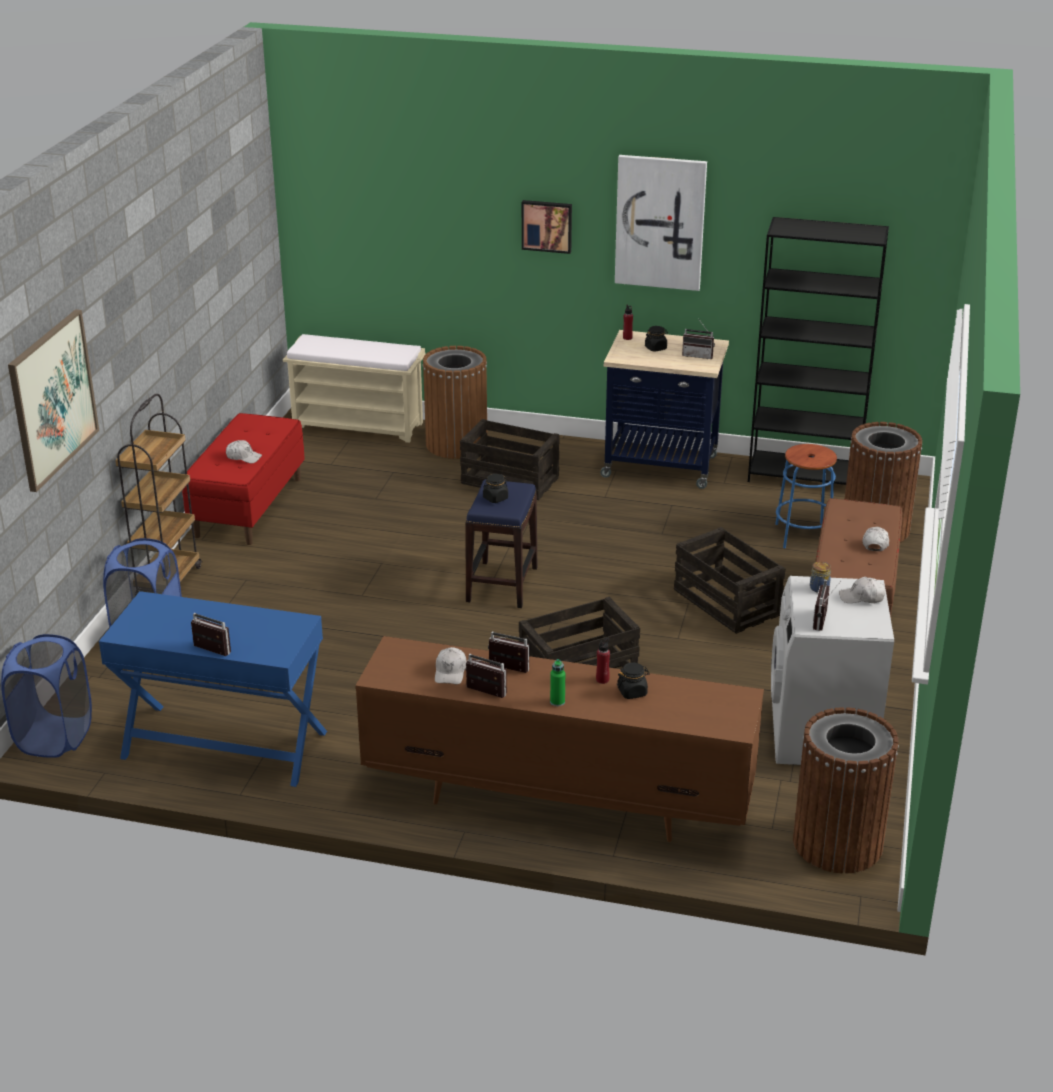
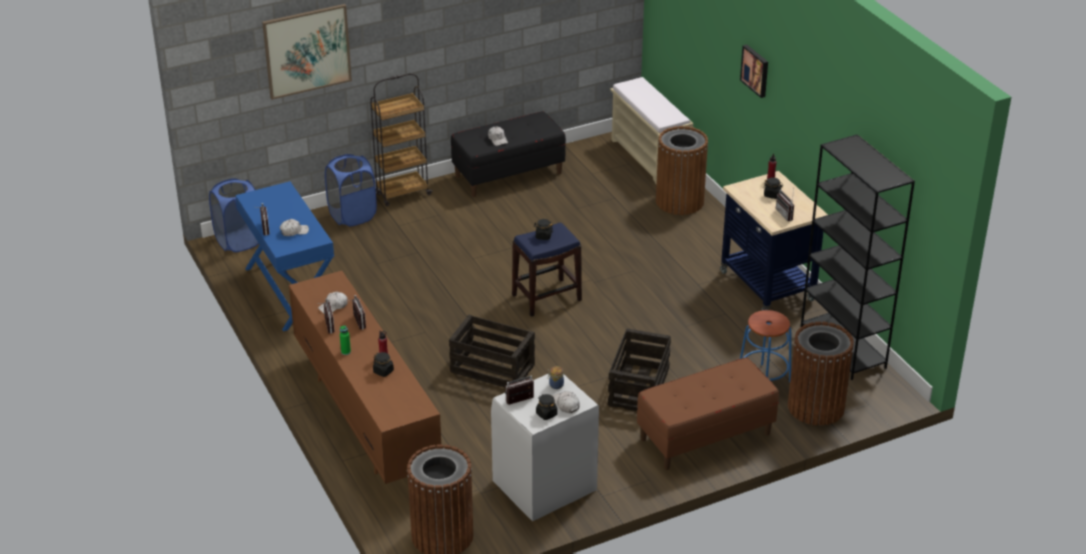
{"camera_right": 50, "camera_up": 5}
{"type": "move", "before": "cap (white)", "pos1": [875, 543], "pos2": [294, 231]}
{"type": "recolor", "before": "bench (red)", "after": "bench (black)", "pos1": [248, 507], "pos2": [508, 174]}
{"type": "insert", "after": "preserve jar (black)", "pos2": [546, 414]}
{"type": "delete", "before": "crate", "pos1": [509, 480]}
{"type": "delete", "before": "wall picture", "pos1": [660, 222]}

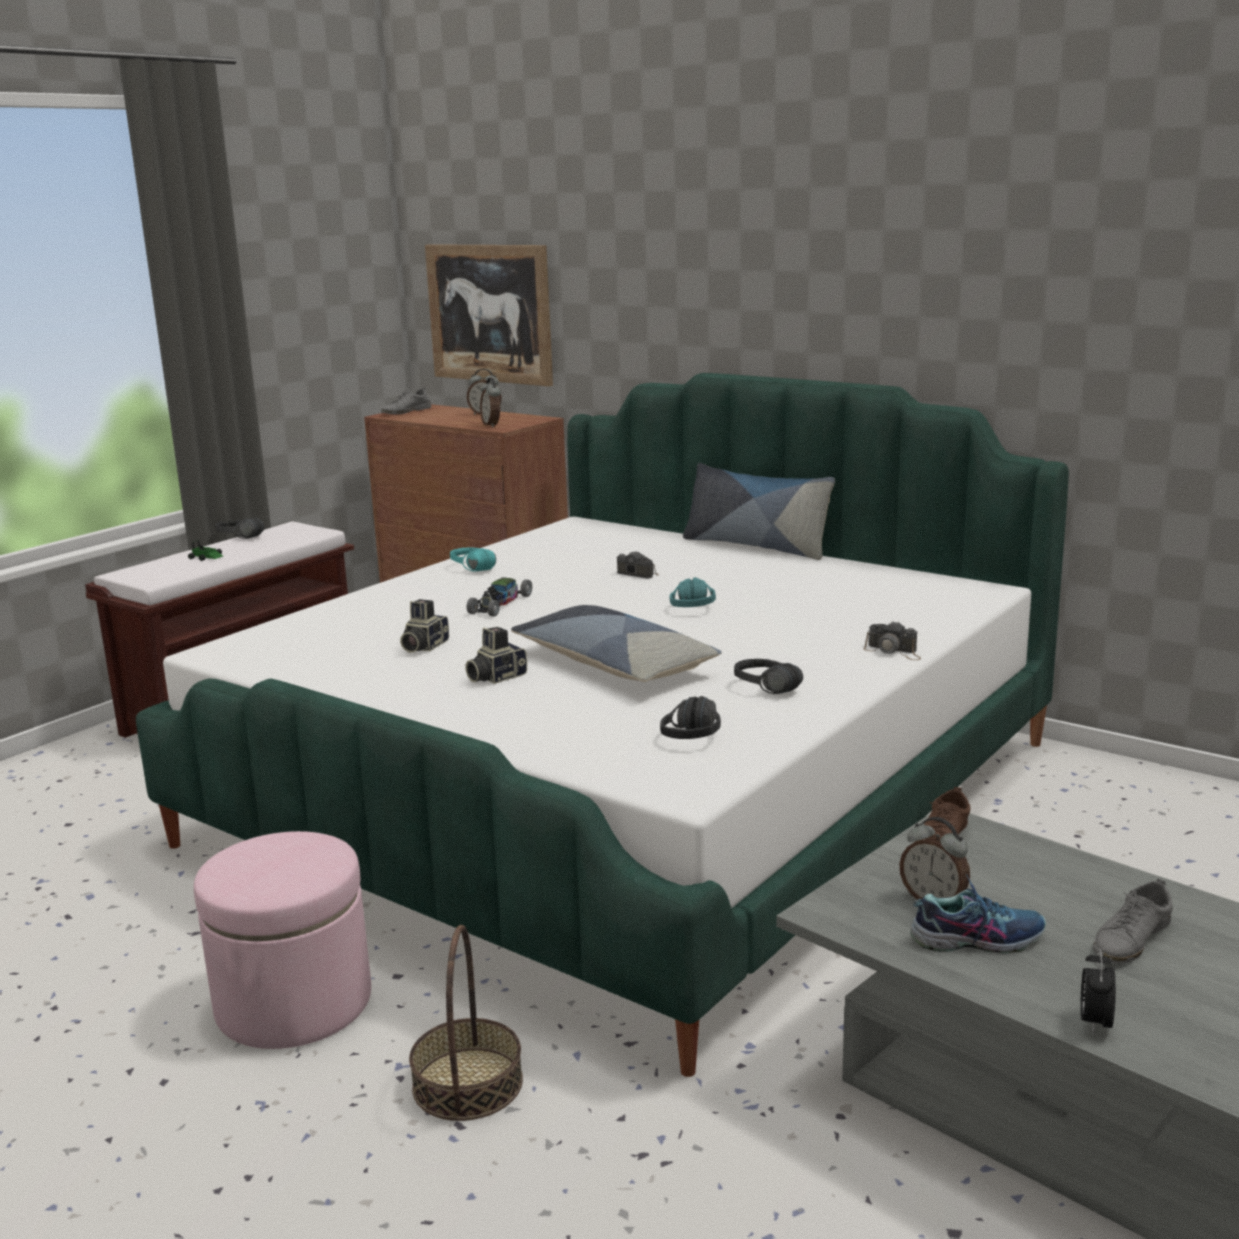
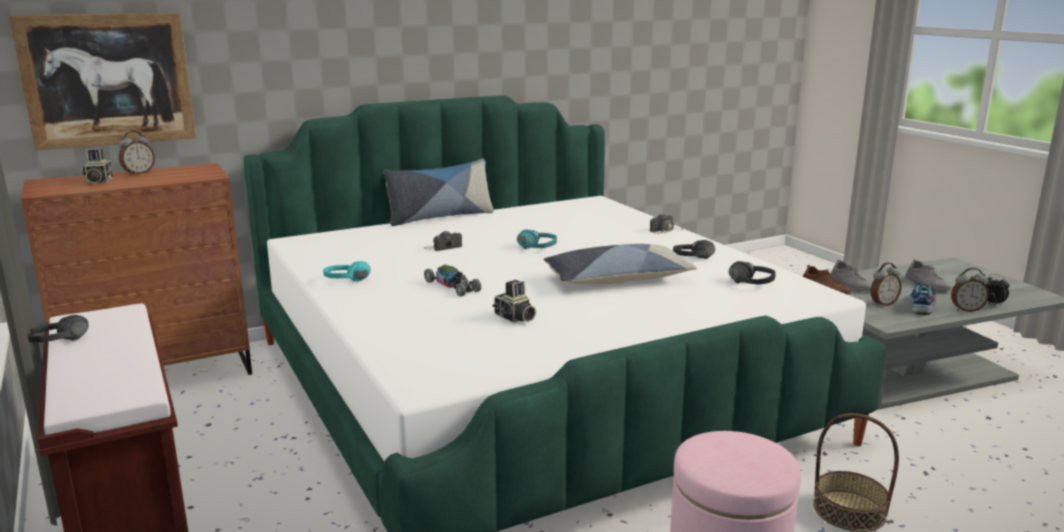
{"camera_right": -65, "camera_up": 0}
{"type": "move", "before": "still camera", "pos1": [495, 677], "pos2": [98, 181]}
{"type": "move", "before": "item of footwear (gray)", "pos1": [406, 411], "pos2": [850, 285]}
{"type": "move", "before": "table clock", "pos1": [492, 425], "pos2": [966, 310]}
{"type": "delete", "before": "miniature car", "pos1": [208, 557]}

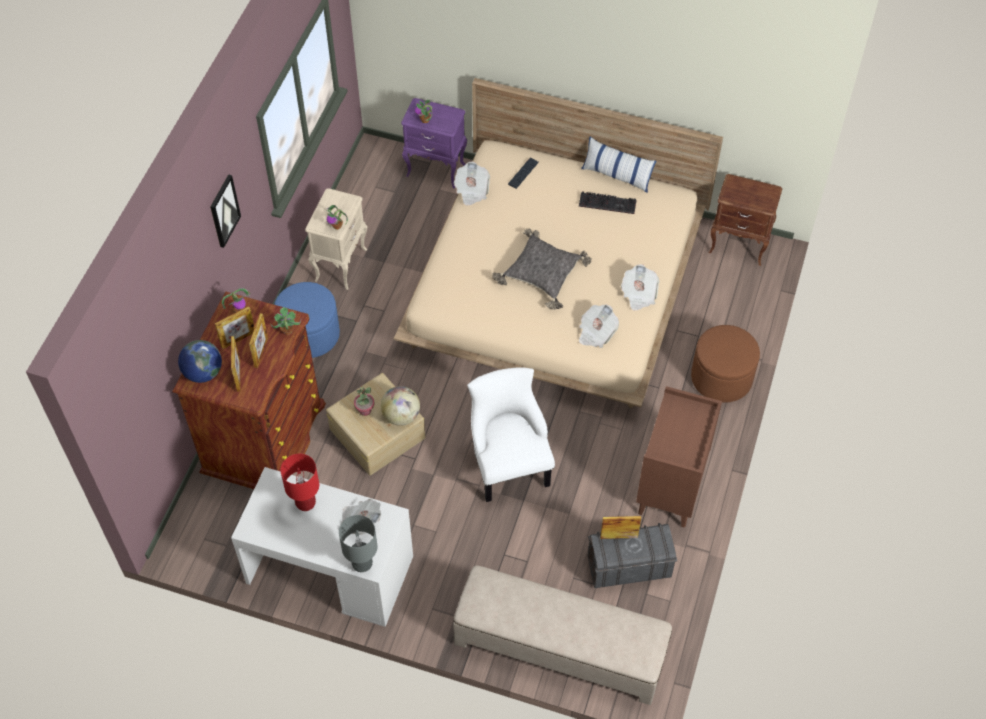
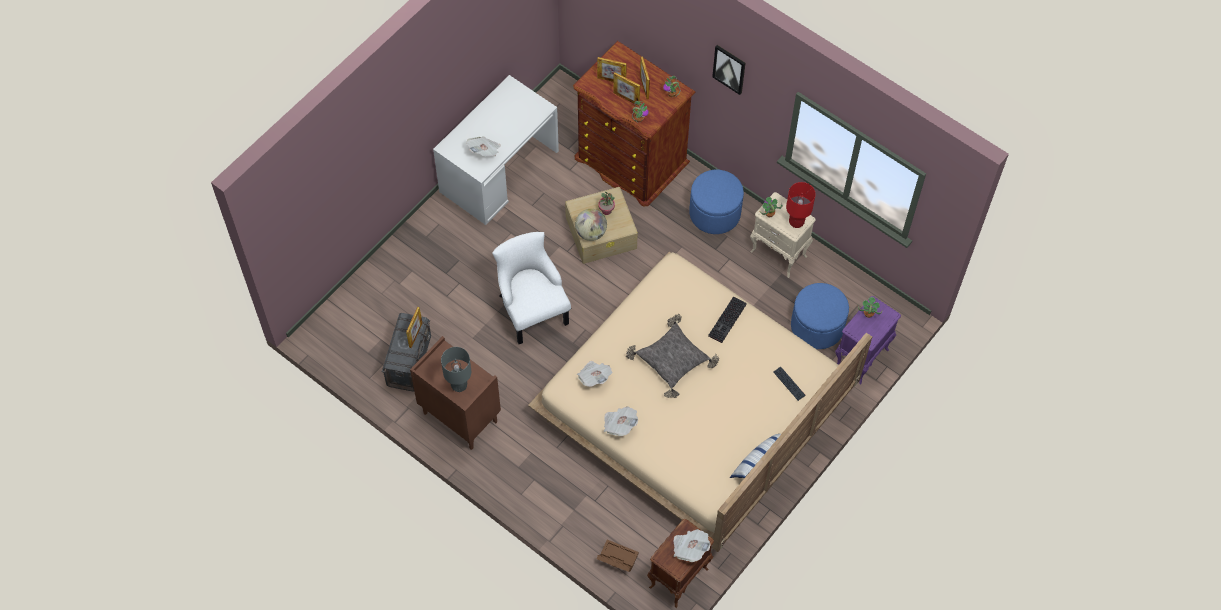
{"camera_right": 110, "camera_up": 5}
{"type": "move", "before": "lamp for a table (gray)", "pos1": [362, 564], "pos2": [459, 386]}
{"type": "rotate", "before": "lounge chair (white)", "pos1": [509, 465], "pos2": [532, 312], "turn": -120}
{"type": "insert", "after": "storage container (brown)", "pos2": [616, 558]}
{"type": "move", "before": "daily paper", "pos1": [472, 191], "pos2": [690, 548]}
{"type": "move", "before": "computer keyboard", "pos1": [608, 203], "pos2": [728, 321]}
{"type": "move", "before": "lamp for a table (red)", "pos1": [306, 503], "pos2": [796, 222]}
{"type": "insert", "after": "footrest (blue-coloured)", "pos2": [817, 326]}
{"type": "delete", "before": "desk globe", "pos1": [203, 373]}
{"type": "delete", "before": "bench (beige)", "pos1": [559, 646]}
{"type": "delete", "before": "footrest (brown)", "pos1": [721, 378]}

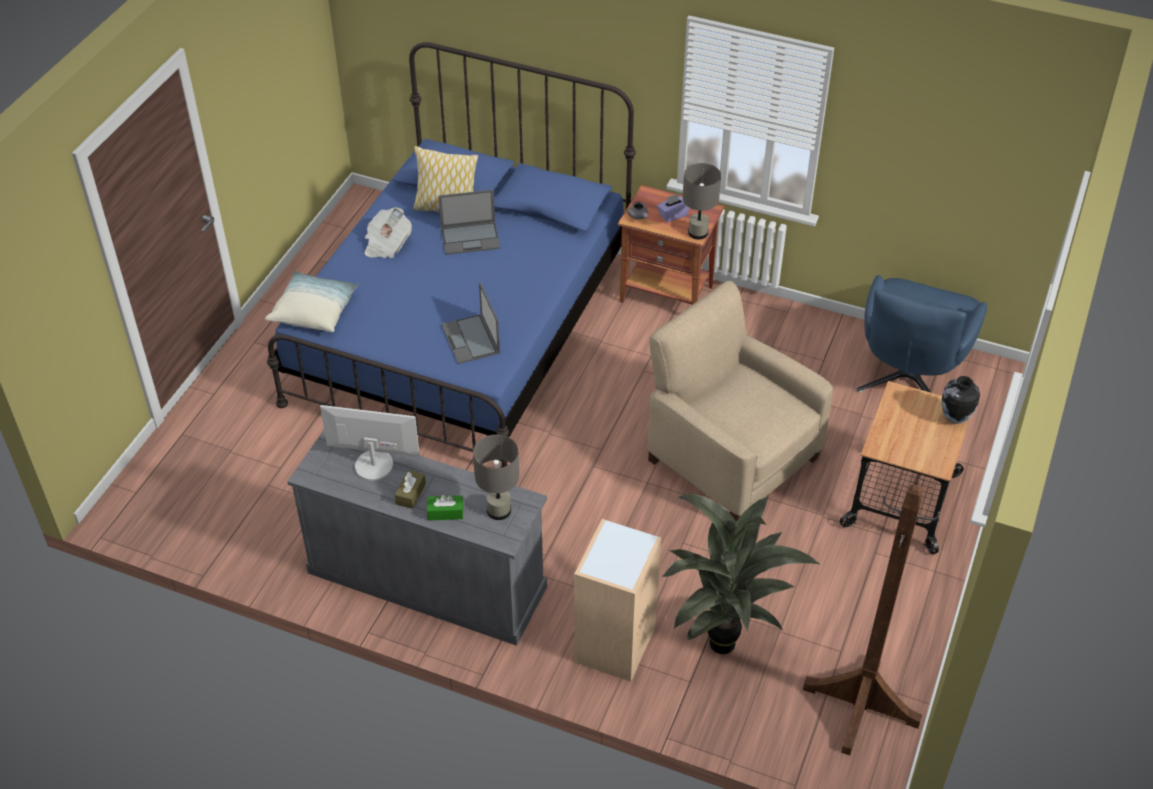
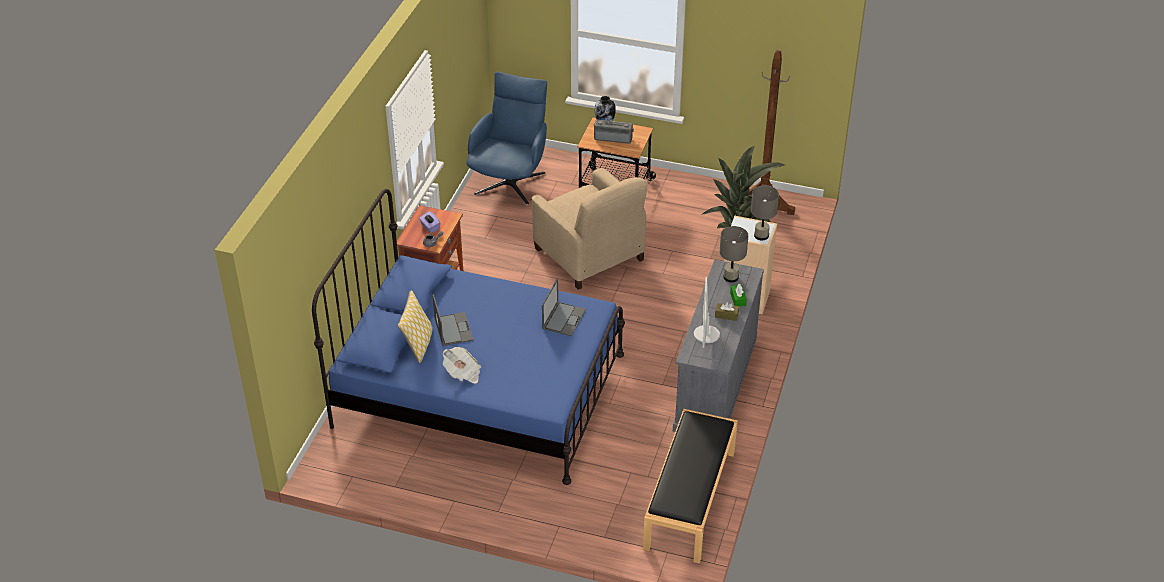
{"camera_right": -95, "camera_up": -5}
{"type": "rotate", "before": "lounge chair (blue-coloured)", "pos1": [908, 378], "pos2": [511, 182], "turn": -90}
{"type": "rotate", "before": "lounge chair (beige)", "pos1": [731, 458], "pos2": [590, 255], "turn": -75}
{"type": "rotate", "before": "portable computer", "pos1": [471, 339], "pos2": [564, 318], "turn": -45}
{"type": "insert", "after": "radio set", "pos2": [613, 137]}
{"type": "insert", "after": "bench (black)", "pos2": [690, 500]}
{"type": "move", "before": "lamp for a table (gray)", "pos1": [698, 232], "pos2": [761, 235]}
{"type": "delete", "before": "cushion", "pos1": [314, 311]}

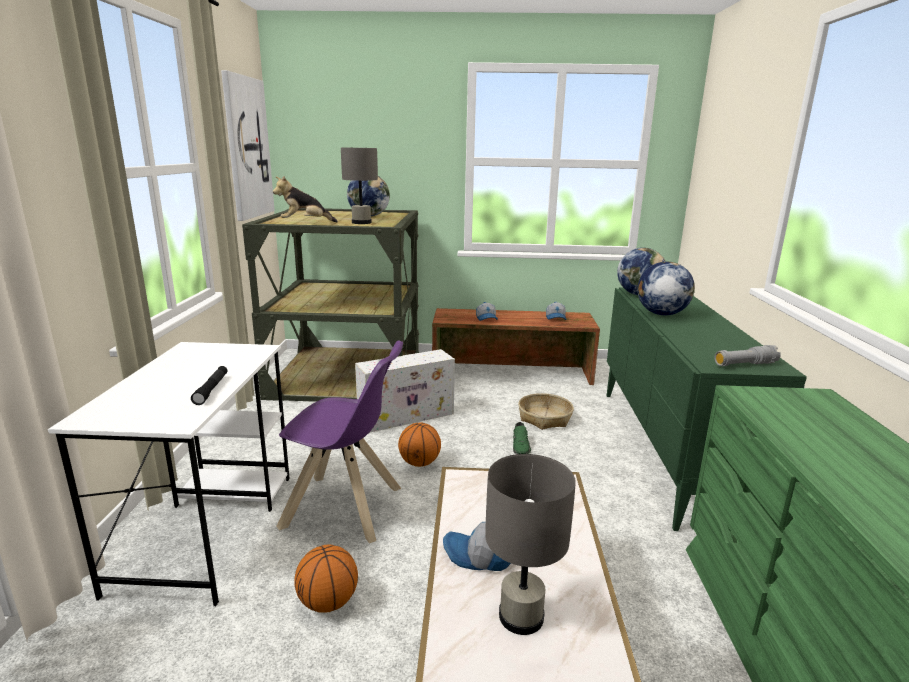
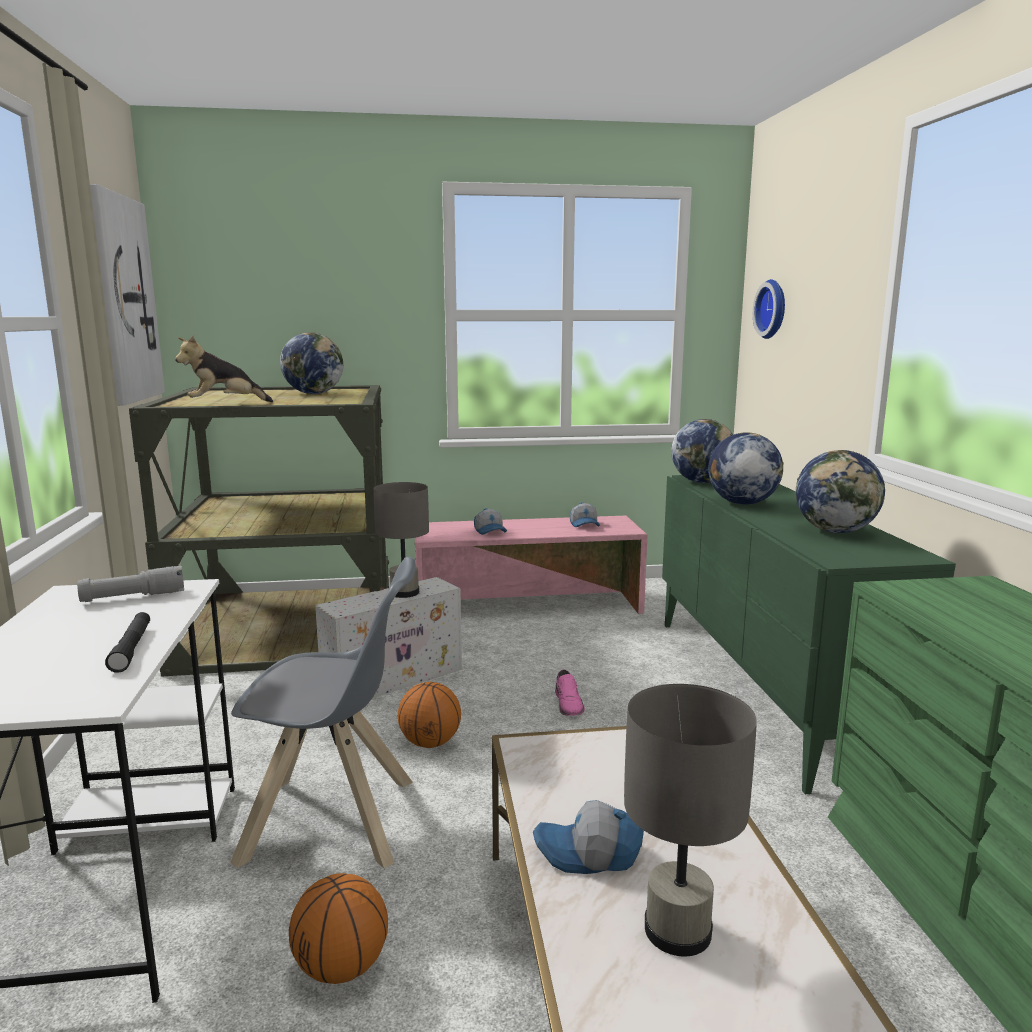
{"camera_right": -10, "camera_up": -5}
{"type": "move", "before": "hand torch (gray)", "pos1": [745, 364], "pos2": [133, 597]}
{"type": "recolor", "before": "chair (purple-coloured)", "after": "chair (gray)", "pos1": [346, 508], "pos2": [335, 821]}
{"type": "move", "before": "lamp for a table (gray)", "pos1": [361, 222], "pos2": [404, 592]}
{"type": "recolor", "before": "bench (brown)", "after": "bench (pink-coloured)", "pos1": [512, 371], "pos2": [528, 605]}
{"type": "recolor", "before": "item of footwear (green)", "after": "item of footwear (pink-coloured)", "pos1": [521, 446], "pos2": [569, 704]}
{"type": "insert", "after": "clock on the wall", "pos2": [773, 309]}
{"type": "insert", "after": "desk globe", "pos2": [836, 531]}
{"type": "delete", "before": "storage basket", "pos1": [545, 418]}

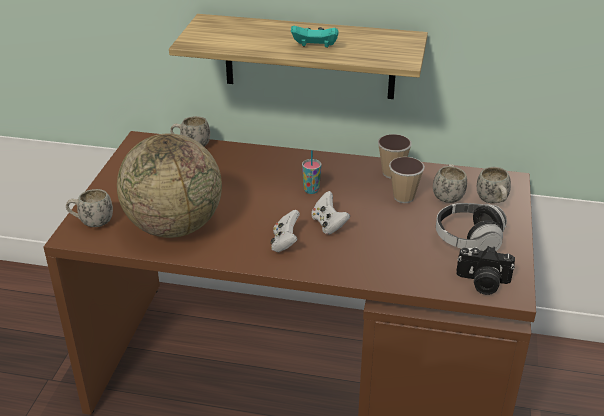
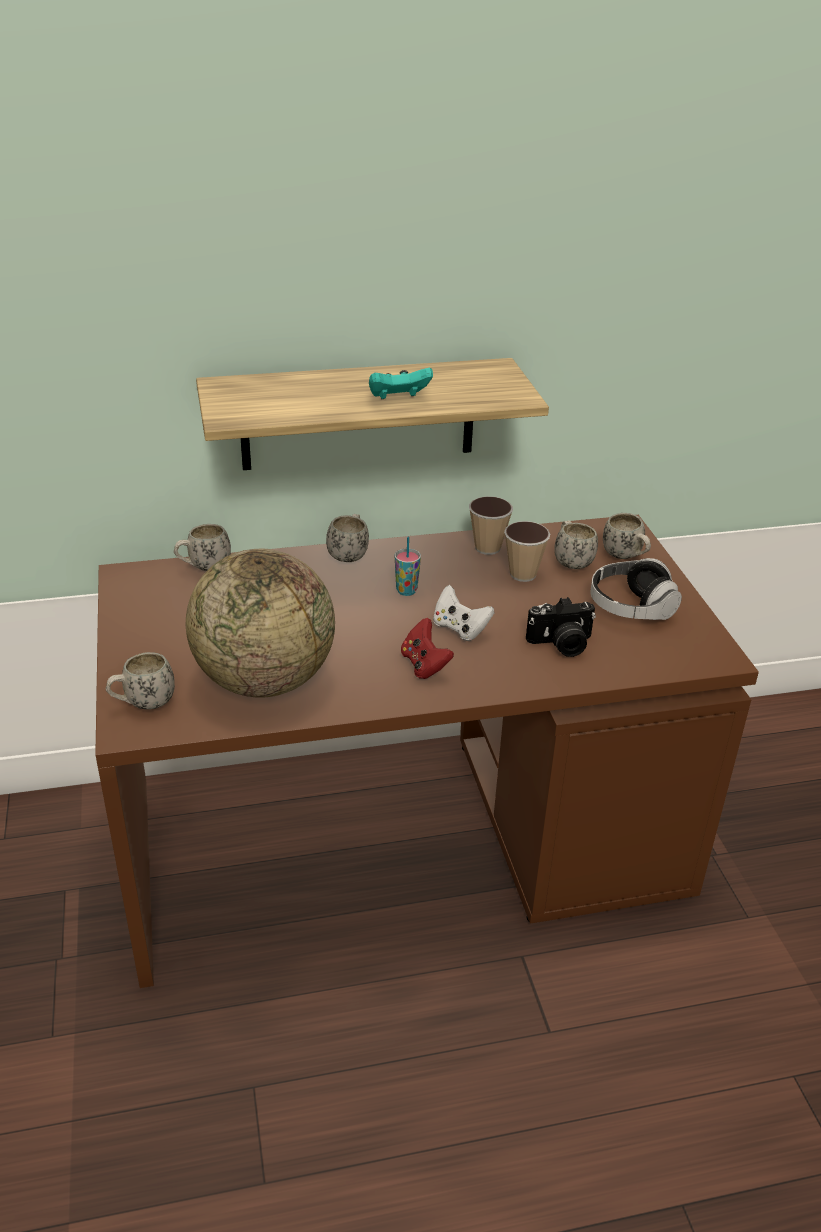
{"camera_right": -25, "camera_up": 0}
{"type": "insert", "after": "mug (white)", "pos2": [349, 554]}
{"type": "recolor", "before": "gamepad (white)", "after": "gamepad (red)", "pos1": [285, 243], "pos2": [424, 665]}
{"type": "move", "before": "still camera", "pos1": [482, 283], "pos2": [561, 644]}

